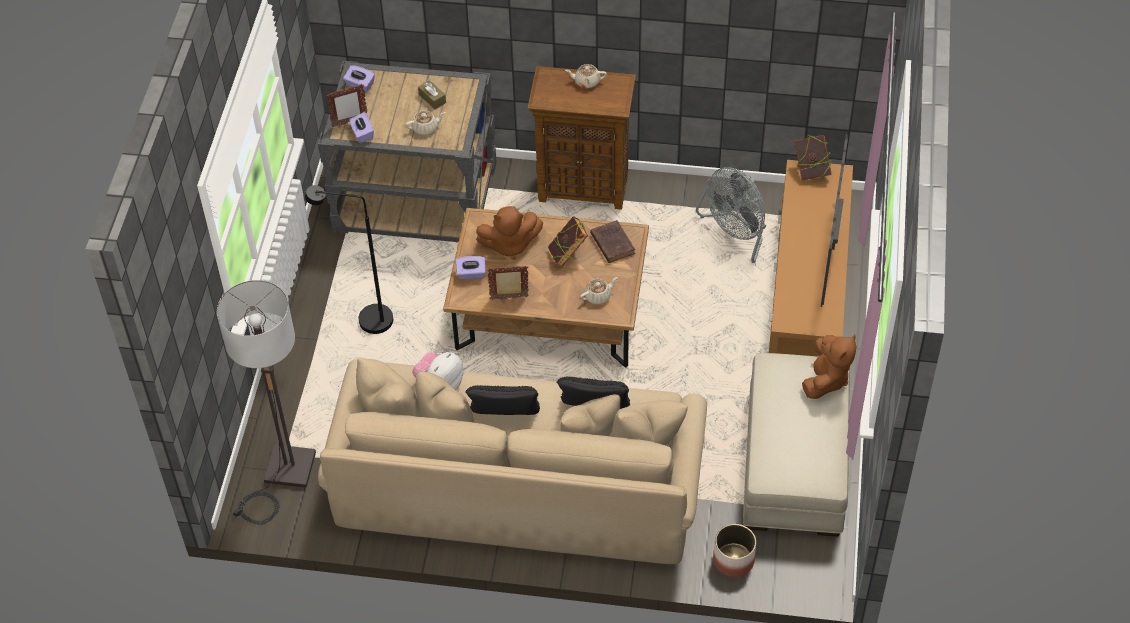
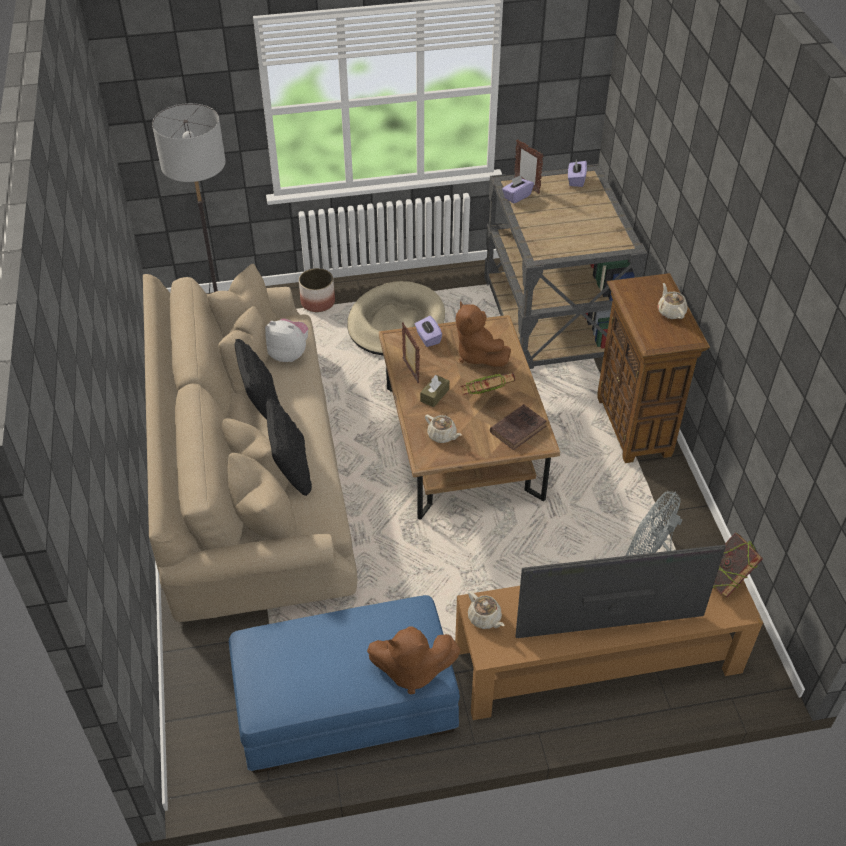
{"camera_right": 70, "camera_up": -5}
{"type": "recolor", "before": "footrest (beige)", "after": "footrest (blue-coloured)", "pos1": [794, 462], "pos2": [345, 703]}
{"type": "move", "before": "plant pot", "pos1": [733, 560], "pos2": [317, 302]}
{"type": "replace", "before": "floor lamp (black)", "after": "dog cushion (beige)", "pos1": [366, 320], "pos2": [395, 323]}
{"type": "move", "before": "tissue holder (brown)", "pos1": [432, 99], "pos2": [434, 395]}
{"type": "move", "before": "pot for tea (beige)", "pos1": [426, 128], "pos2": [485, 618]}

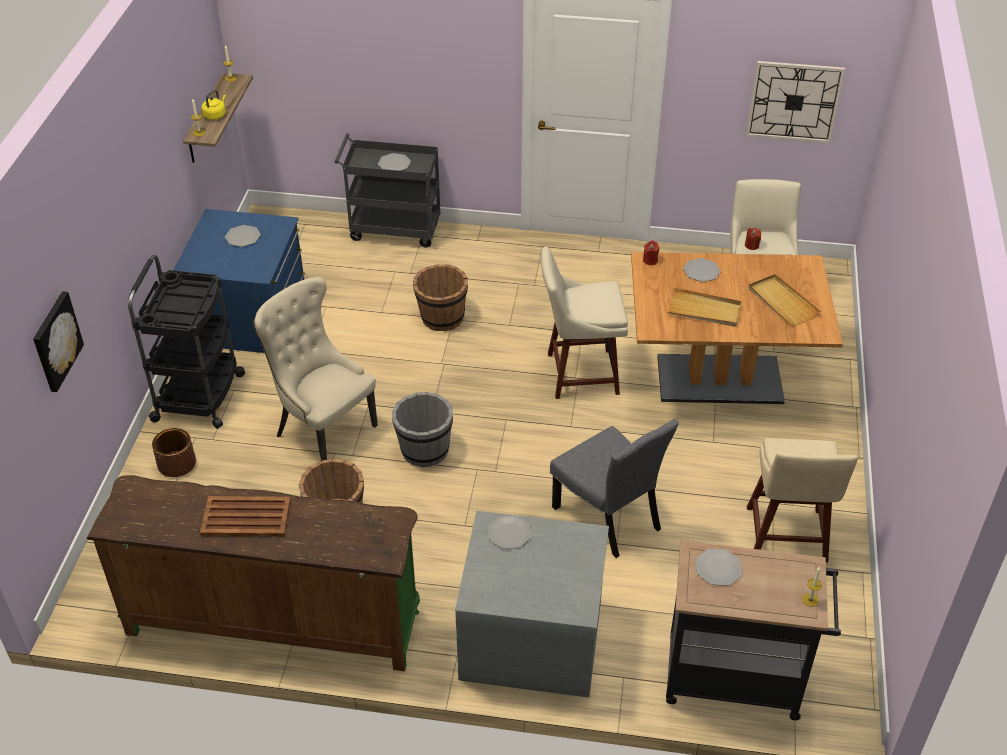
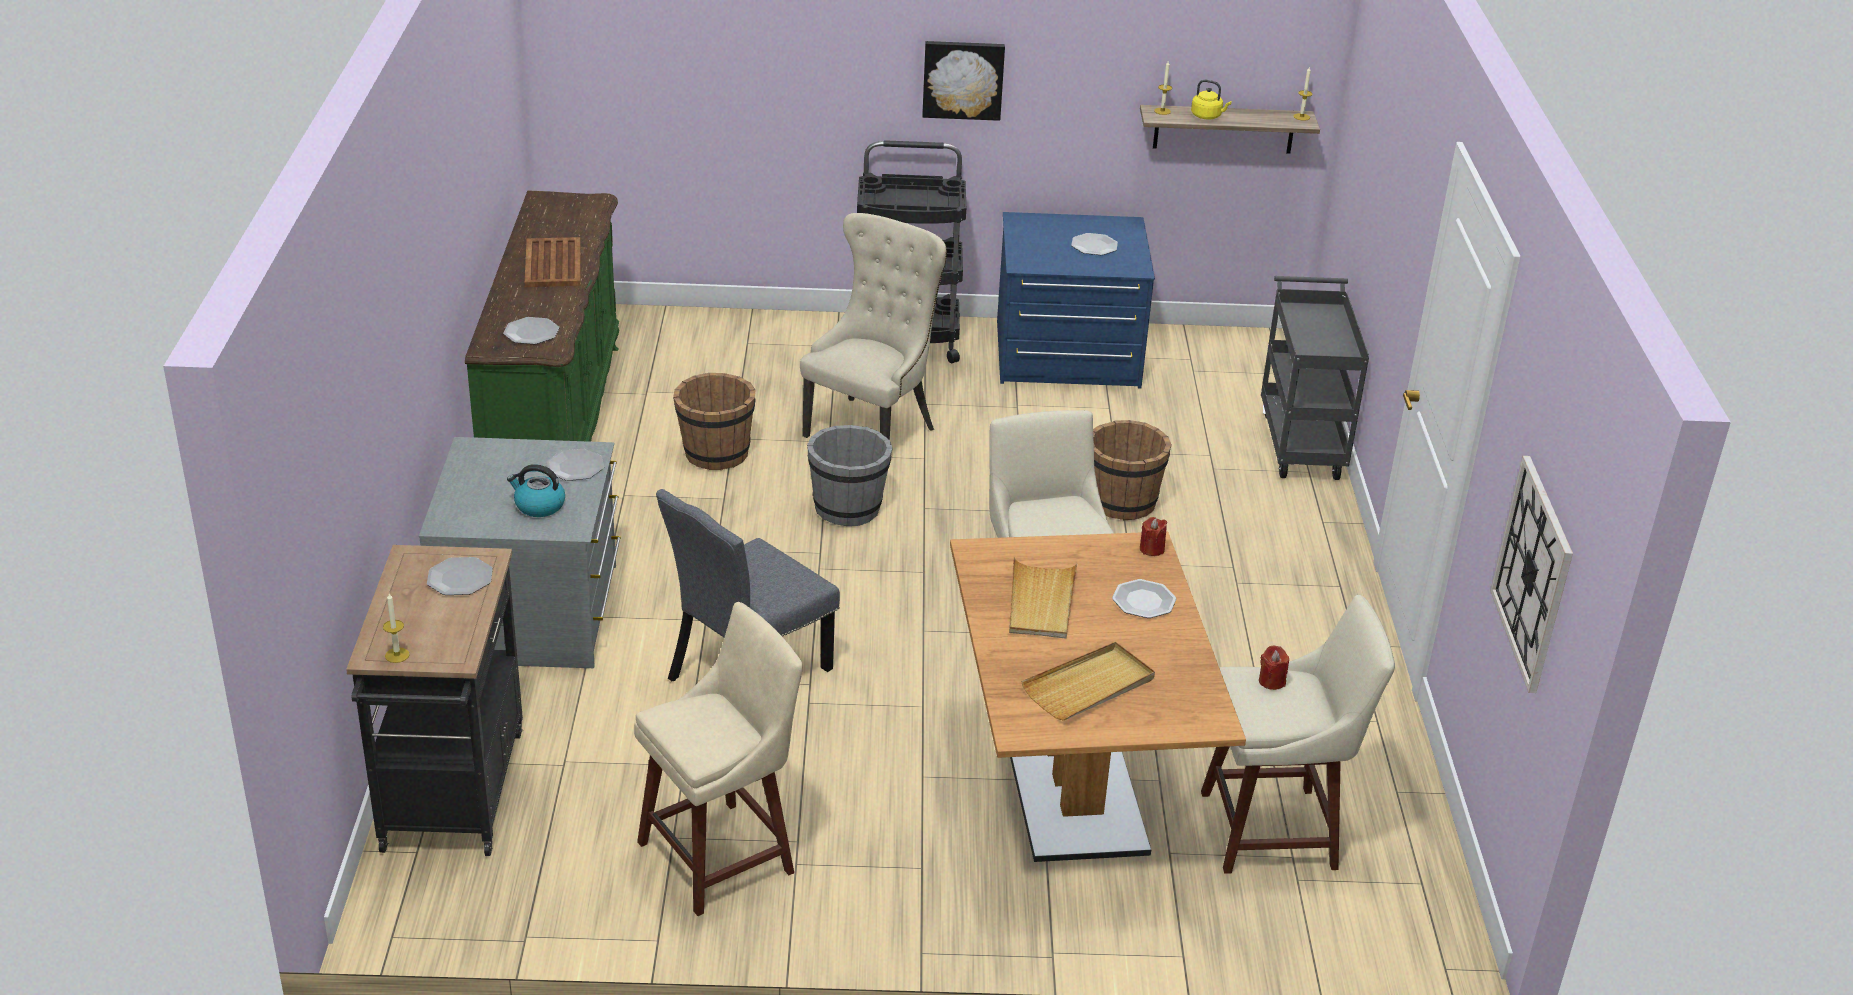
{"camera_right": 80, "camera_up": -10}
{"type": "move", "before": "flat dish", "pos1": [394, 163], "pos2": [531, 332]}
{"type": "insert", "after": "tea kettle", "pos2": [539, 506]}
{"type": "rotate", "before": "chair (beige)", "pos1": [786, 538], "pos2": [723, 854], "turn": 150}
{"type": "move", "before": "wall picture", "pos1": [55, 341], "pos2": [963, 79]}
{"type": "delete", "before": "plant pot (brown)", "pos1": [177, 464]}

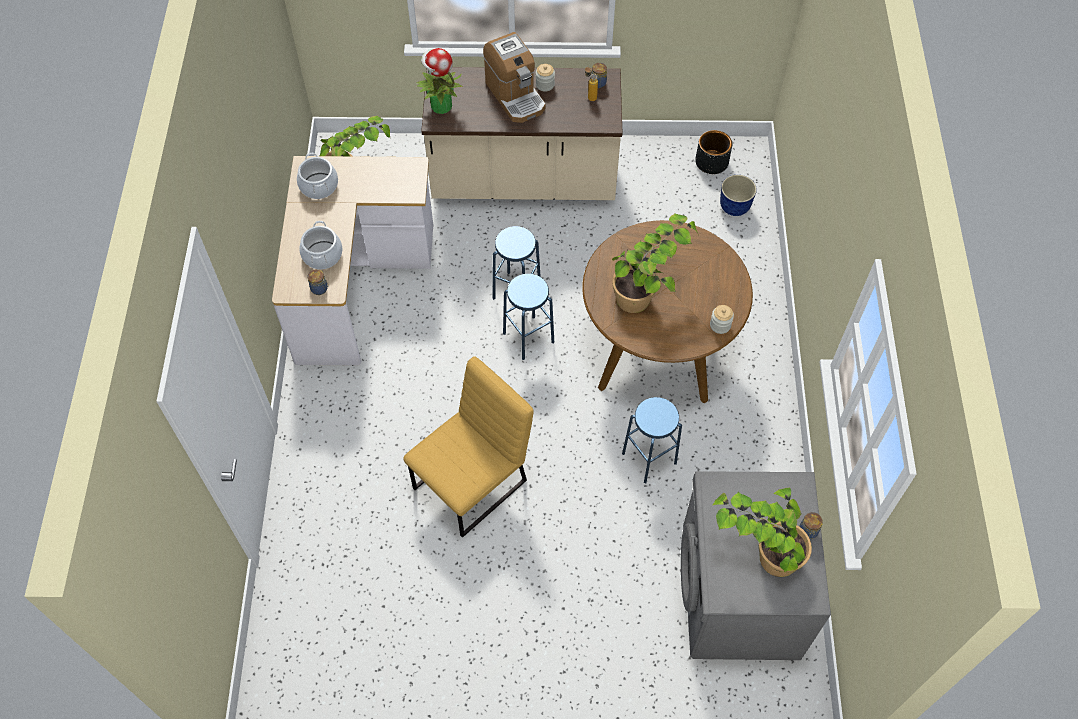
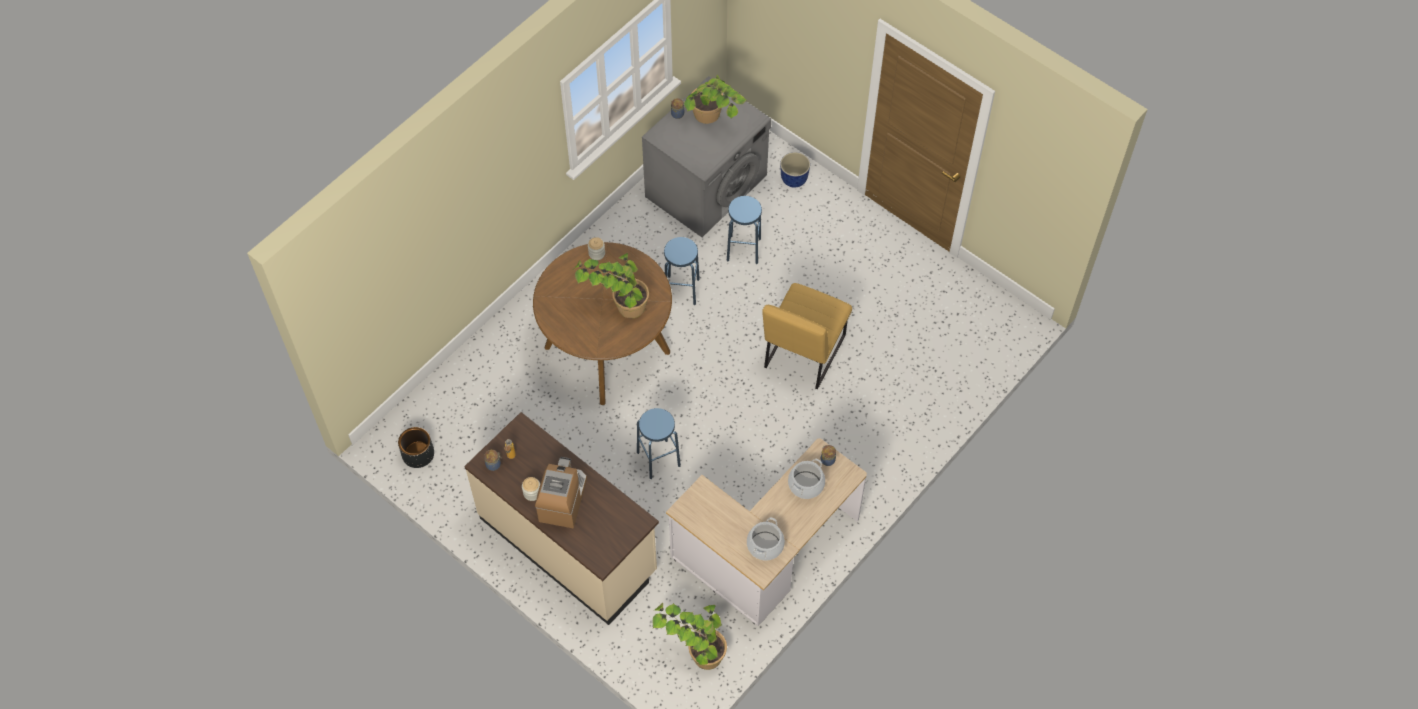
{"camera_right": -140, "camera_up": 0}
{"type": "move", "before": "stool seat (blue-coloured)", "pos1": [528, 337], "pos2": [743, 249]}
{"type": "rotate", "before": "chair (yellow-coloured)", "pos1": [473, 482], "pos2": [803, 353], "turn": -60}
{"type": "move", "before": "plant pot", "pos1": [734, 208], "pos2": [794, 179]}
{"type": "delete", "before": "potted plant", "pos1": [440, 105]}

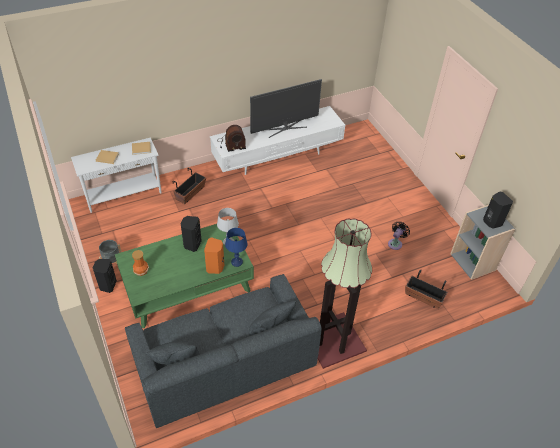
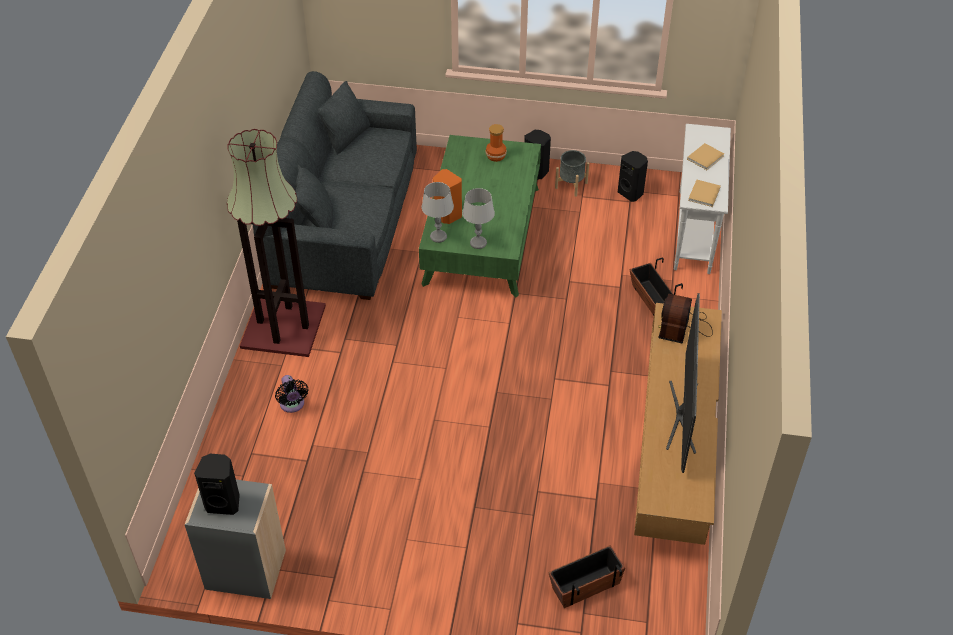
{"camera_right": 125, "camera_up": 0}
{"type": "move", "before": "fan (black)", "pos1": [395, 243], "pos2": [292, 405]}
{"type": "recolor", "before": "lamp for a table (blue-coloured)", "after": "lamp for a table (gray)", "pos1": [237, 262], "pos2": [438, 237]}
{"type": "move", "before": "plant pot", "pos1": [423, 297], "pos2": [585, 585]}
{"type": "move", "before": "audio speaker (black)", "pos1": [192, 244], "pos2": [631, 193]}
{"type": "recolor", "before": "media console (white)", "after": "media console (brown)", "pos1": [277, 156], "pos2": [675, 446]}

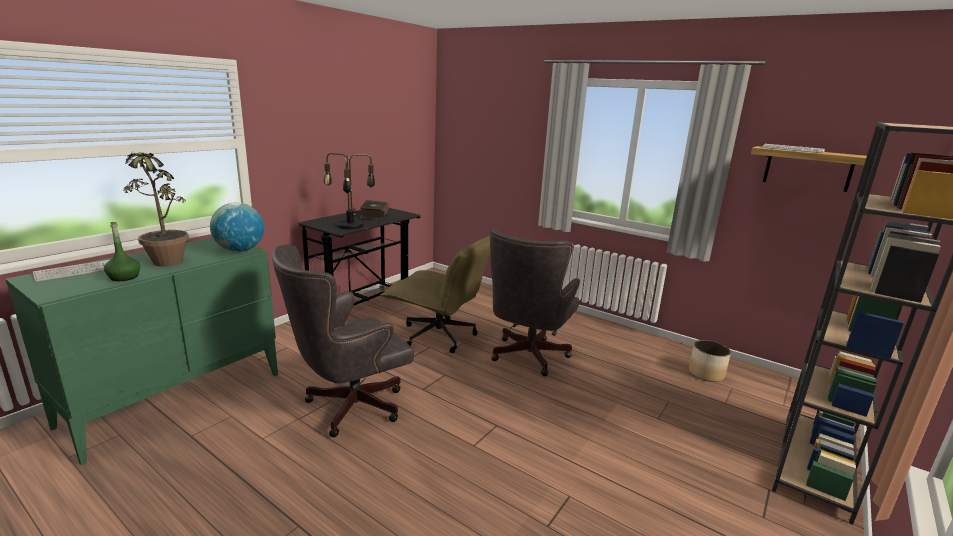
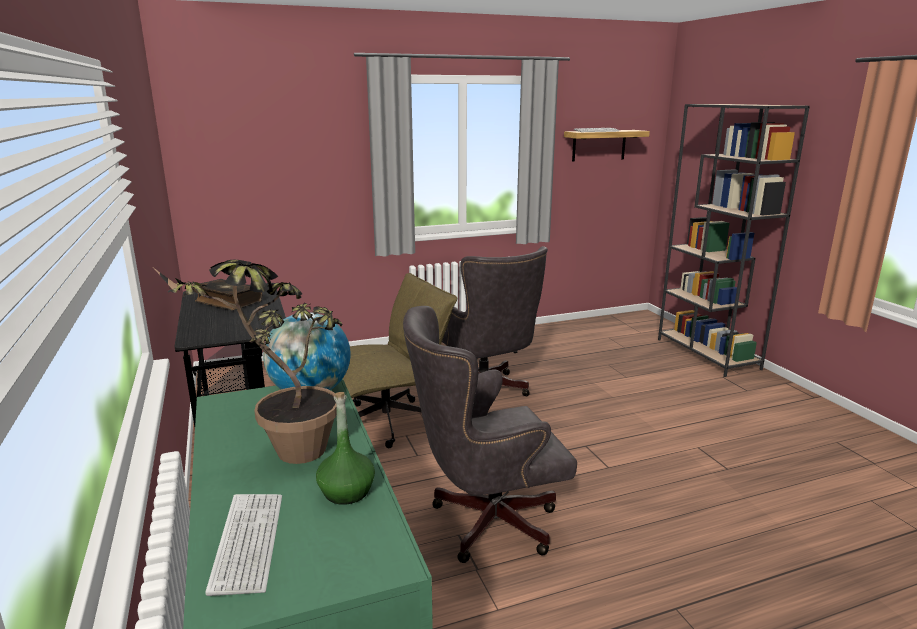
{"camera_right": -55, "camera_up": 0}
{"type": "rotate", "before": "office chair (gray)", "pos1": [349, 408], "pos2": [485, 524], "turn": 75}
{"type": "delete", "before": "lamp for a table", "pos1": [350, 226]}
{"type": "delete", "before": "plant pot", "pos1": [706, 374]}

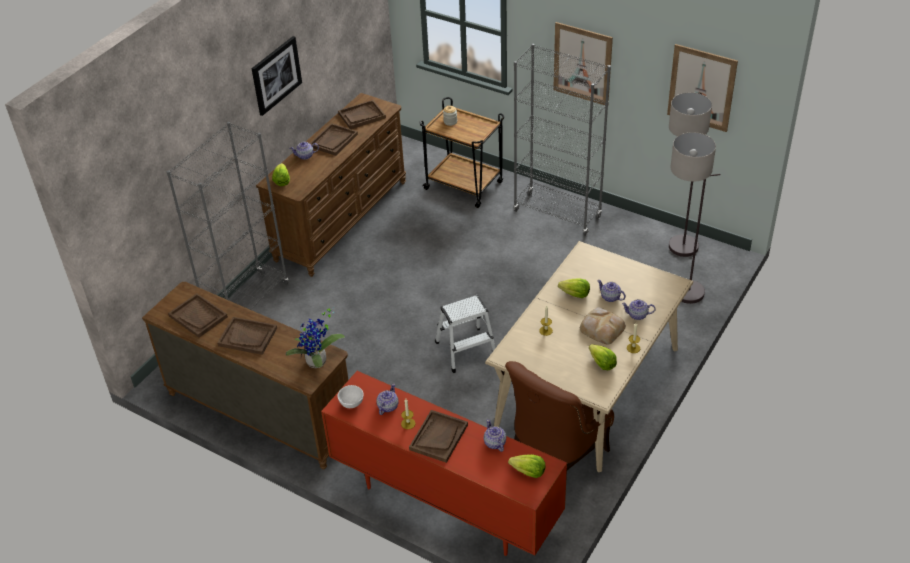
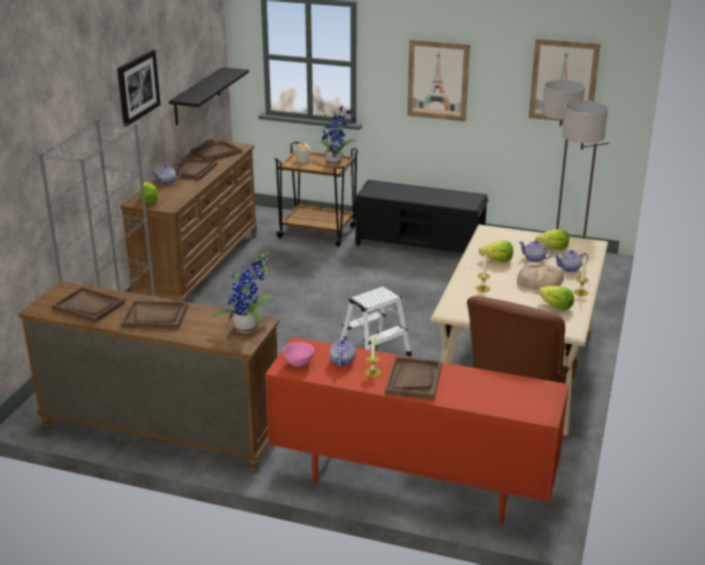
{"camera_right": -15, "camera_up": -15}
{"type": "insert", "after": "shelf (black)", "pos2": [197, 96]}
{"type": "recolor", "before": "deep dish (white)", "after": "deep dish (pink-coloured)", "pos1": [352, 404], "pos2": [299, 364]}
{"type": "insert", "after": "potted plant", "pos2": [335, 161]}
{"type": "replace", "before": "bookcase (gray)", "after": "bench (black)", "pos1": [557, 214], "pos2": [420, 244]}
{"type": "move", "before": "lettuce head", "pos1": [528, 472], "pos2": [553, 248]}
{"type": "delete", "before": "pot for tea", "pos1": [494, 443]}

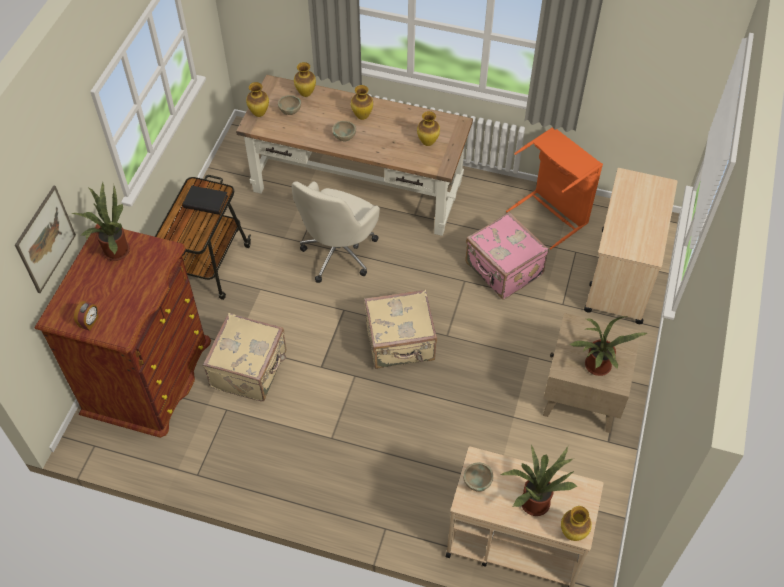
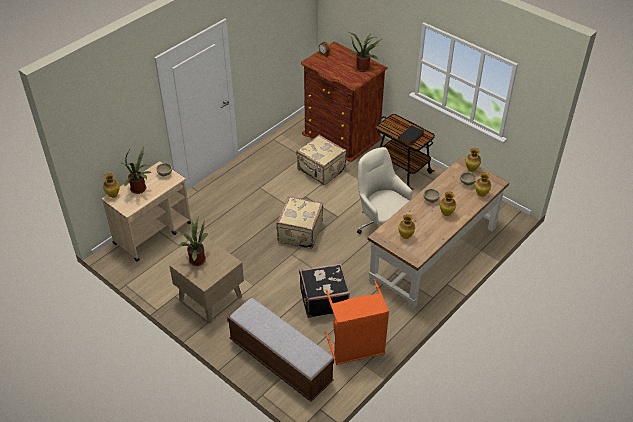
{"camera_right": 115, "camera_up": -10}
{"type": "replace", "before": "cart (beige)", "after": "bench", "pos1": [620, 276], "pos2": [280, 361]}
{"type": "recolor", "before": "travel case (pink-coloured)", "after": "travel case (black)", "pos1": [503, 270], "pos2": [323, 300]}
{"type": "delete", "before": "wall picture", "pos1": [45, 239]}

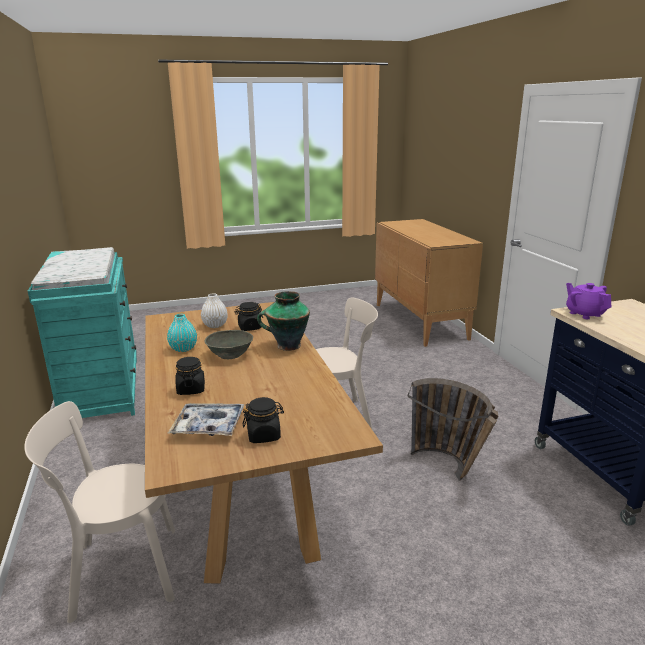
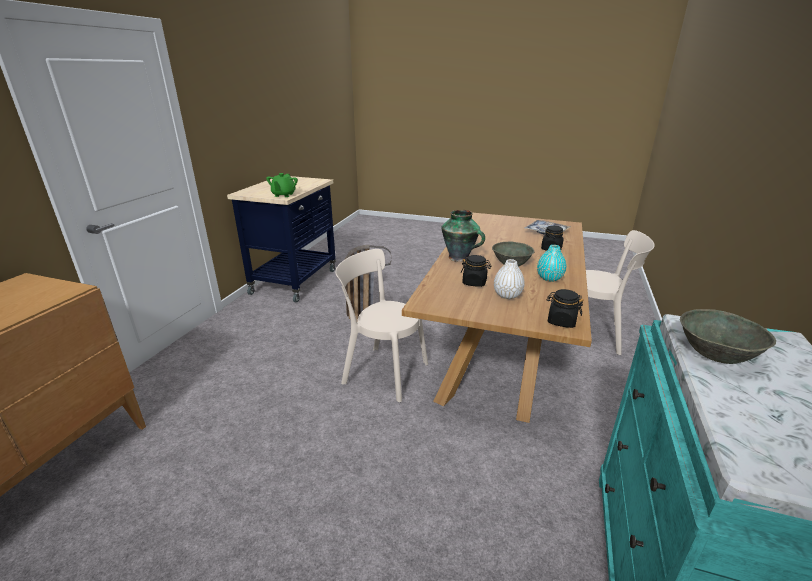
{"camera_right": -145, "camera_up": 5}
{"type": "recolor", "before": "pot for tea (purple-coloured)", "after": "pot for tea (green)", "pos1": [584, 314], "pos2": [283, 195]}
{"type": "move", "before": "preserve jar (black)", "pos1": [264, 435], "pos2": [561, 321]}
{"type": "insert", "after": "deep dish (gray)", "pos2": [717, 354]}

